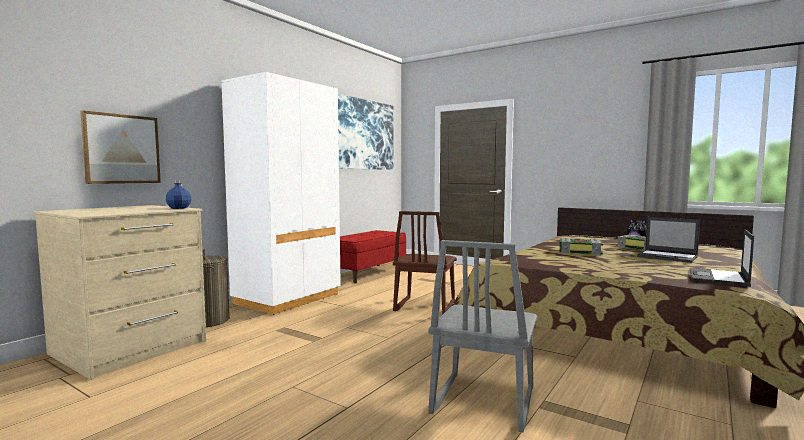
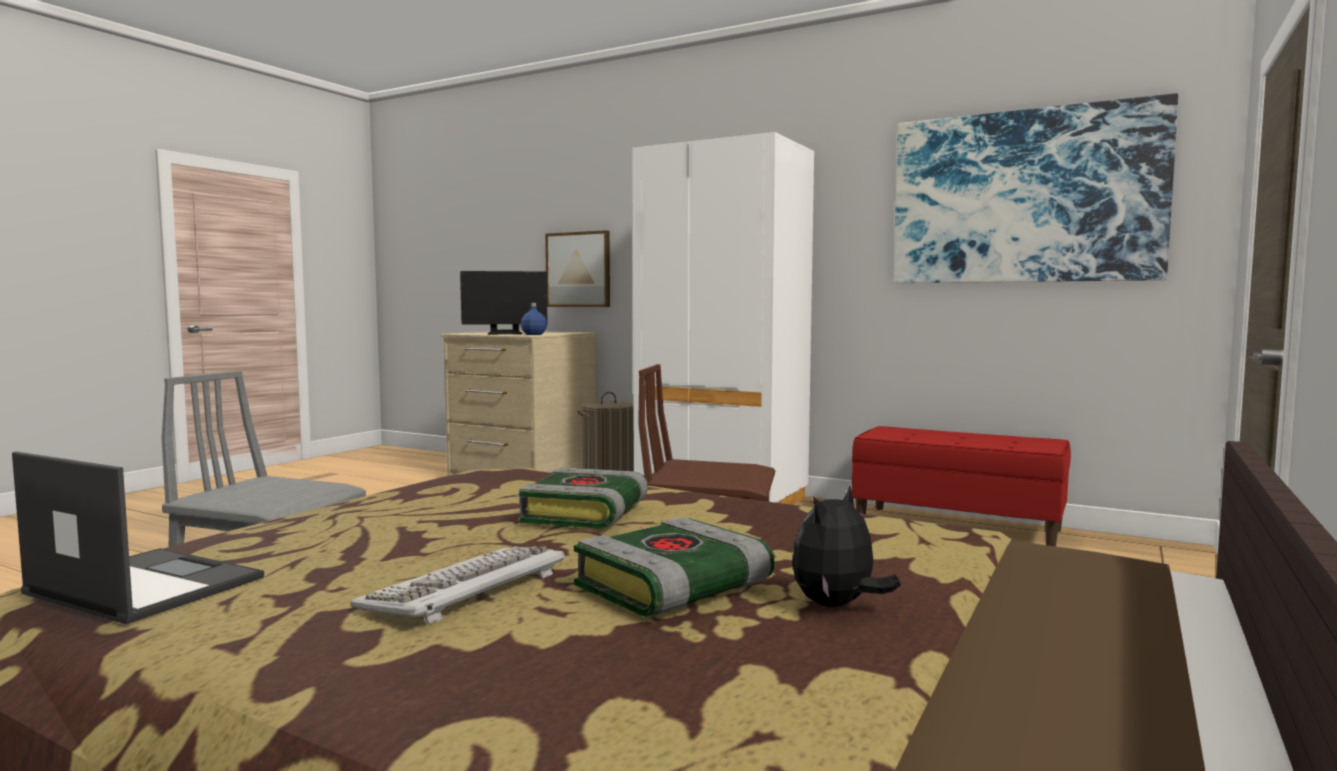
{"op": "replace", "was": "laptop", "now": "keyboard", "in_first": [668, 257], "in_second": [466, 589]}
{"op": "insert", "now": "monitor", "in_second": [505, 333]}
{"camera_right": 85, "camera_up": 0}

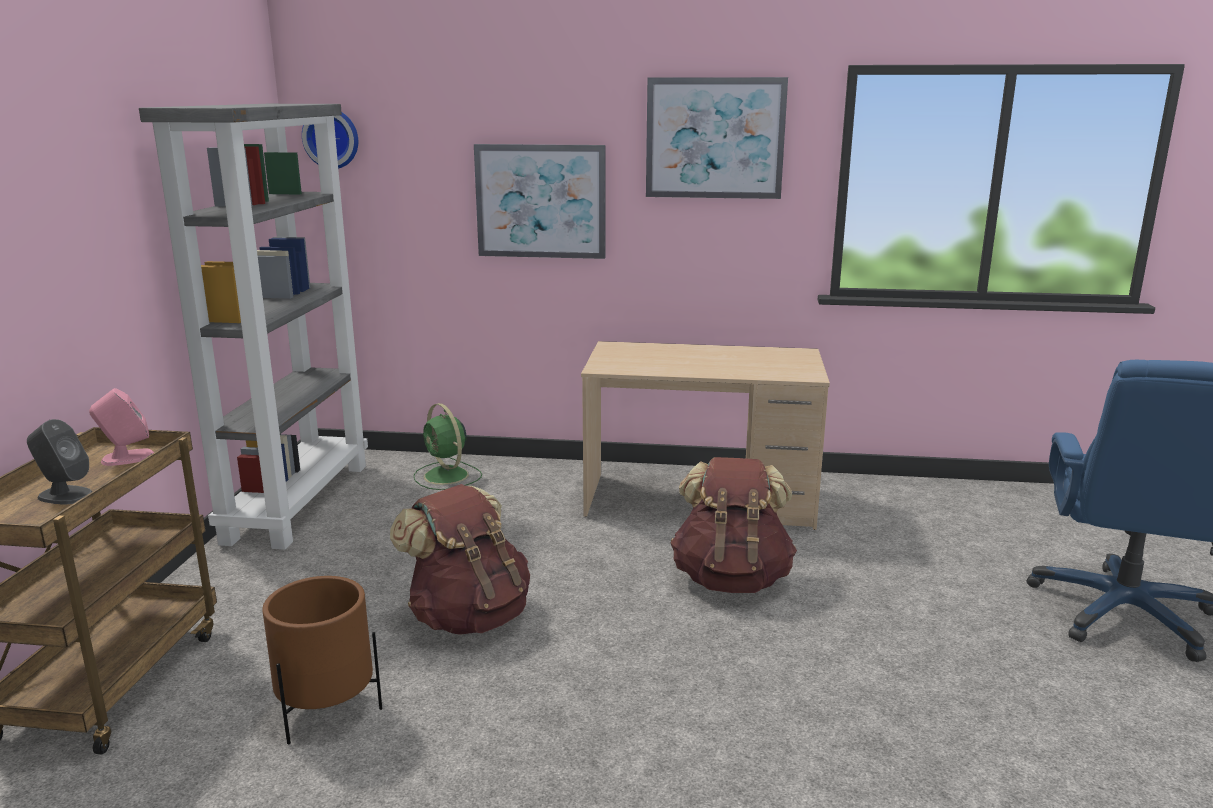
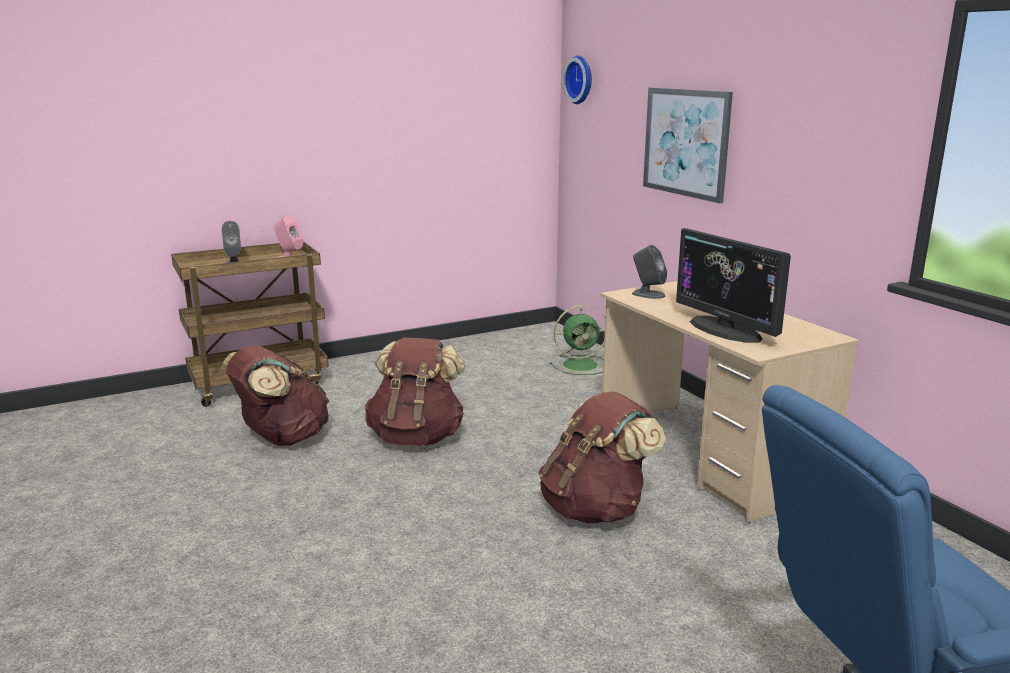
{"op": "delete", "was": "picture", "in_first": [714, 138]}
{"op": "delete", "was": "grey bookcase", "in_first": [298, 501]}
{"op": "rotate", "was": "green fan", "in_first": [447, 476], "in_second": [581, 365], "clockwise": -120}
{"op": "replace", "was": "brown planter", "now": "brown backpack", "in_first": [327, 711], "in_second": [281, 438]}
{"op": "insert", "now": "monitor", "in_second": [725, 329]}
{"op": "insert", "now": "grey speaker", "in_second": [648, 294]}
{"camera_right": 55, "camera_up": 0}

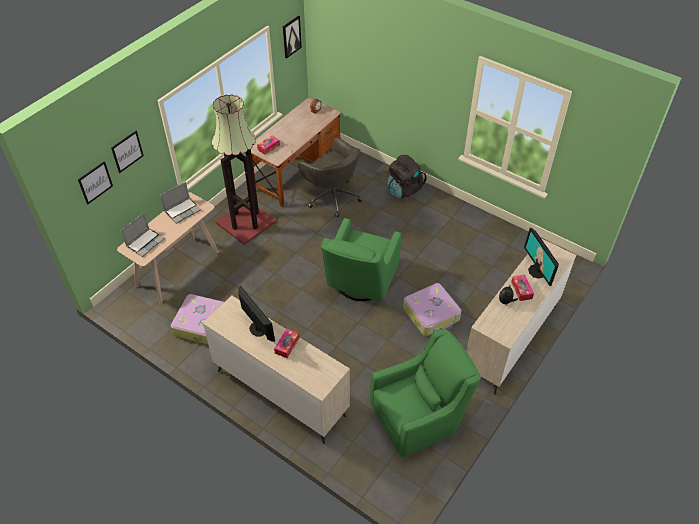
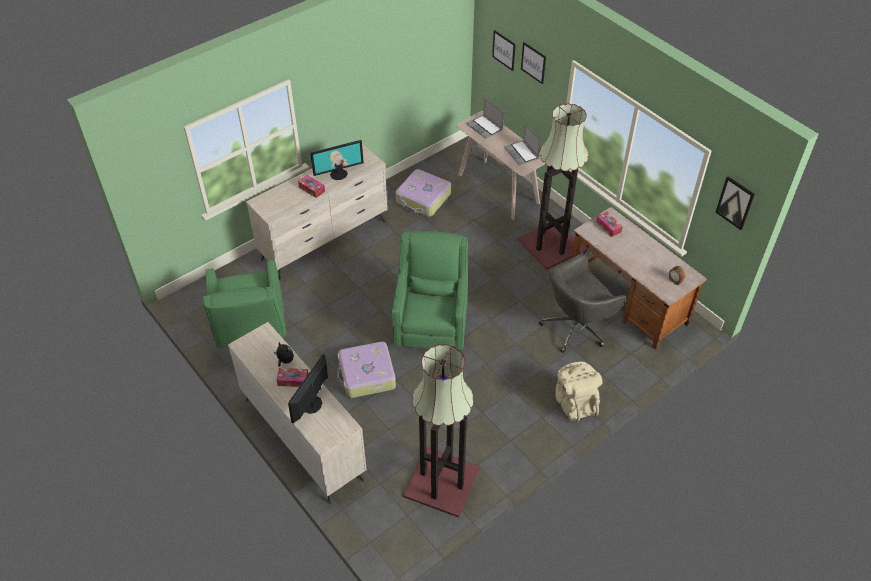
{"op": "recolor", "was": "black backpack", "now": "beige backpack", "in_first": [404, 189], "in_second": [574, 402]}
{"op": "rotate", "was": "green armchair", "in_first": [360, 283], "in_second": [431, 323], "clockwise": 60}
{"op": "rotate", "was": "monitor", "in_first": [537, 271], "in_second": [312, 405], "clockwise": -60}
{"op": "insert", "now": "floor lamp", "in_second": [440, 482]}
{"camera_right": 105, "camera_up": 0}

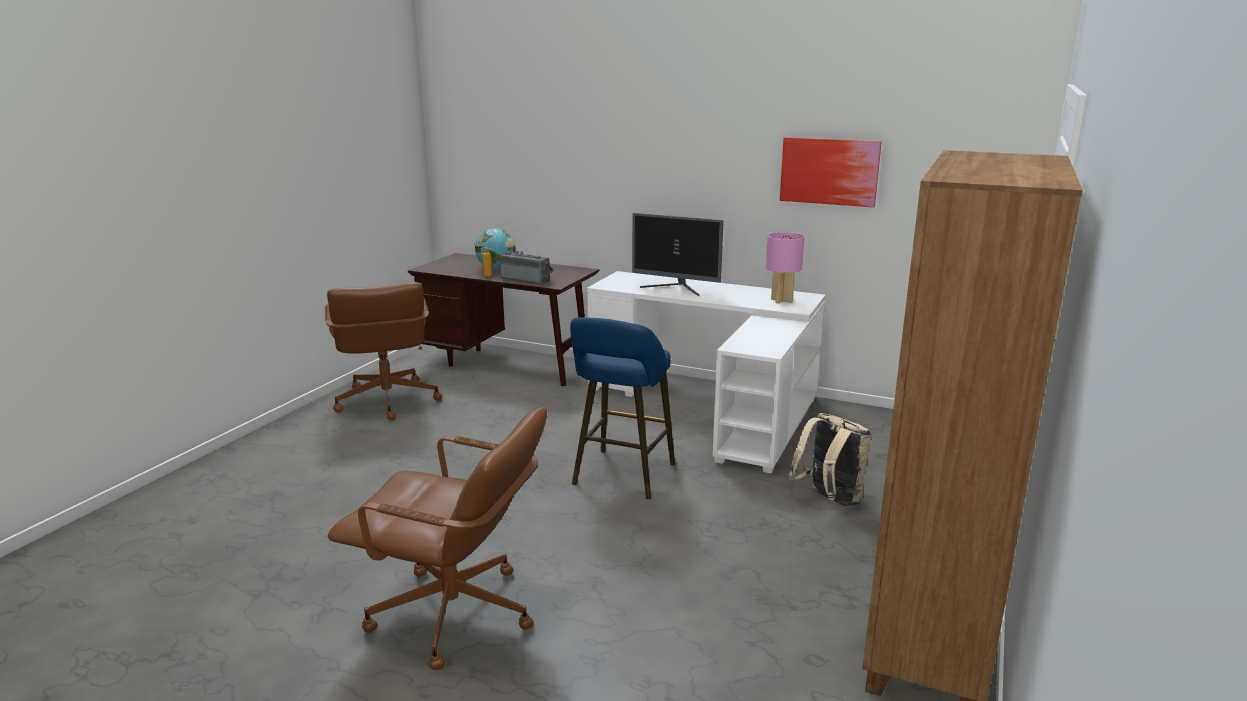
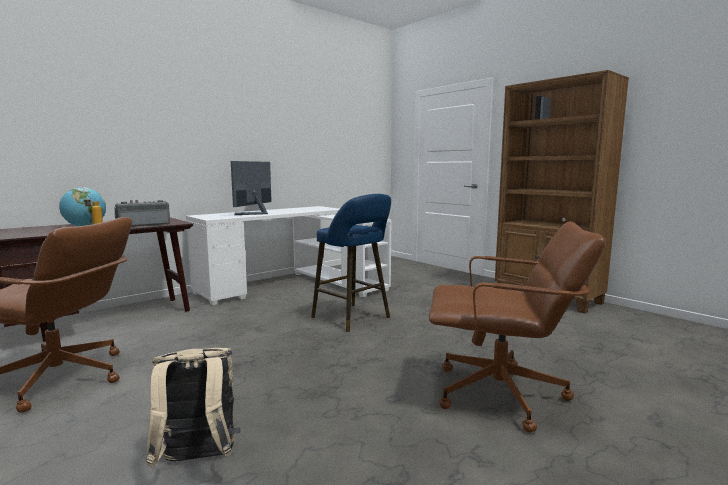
{"op": "delete", "was": "picture", "in_first": [829, 171]}
{"op": "rotate", "was": "monitor", "in_first": [676, 289], "in_second": [256, 213], "clockwise": 150}
{"op": "delete", "was": "pink table lamp", "in_first": [781, 300]}
{"op": "rotate", "was": "brown office chair", "in_first": [454, 615], "in_second": [501, 395], "clockwise": 60}
{"op": "move", "was": "beige backpack", "in_first": [829, 500], "in_second": [197, 461]}
{"camera_right": -65, "camera_up": -10}

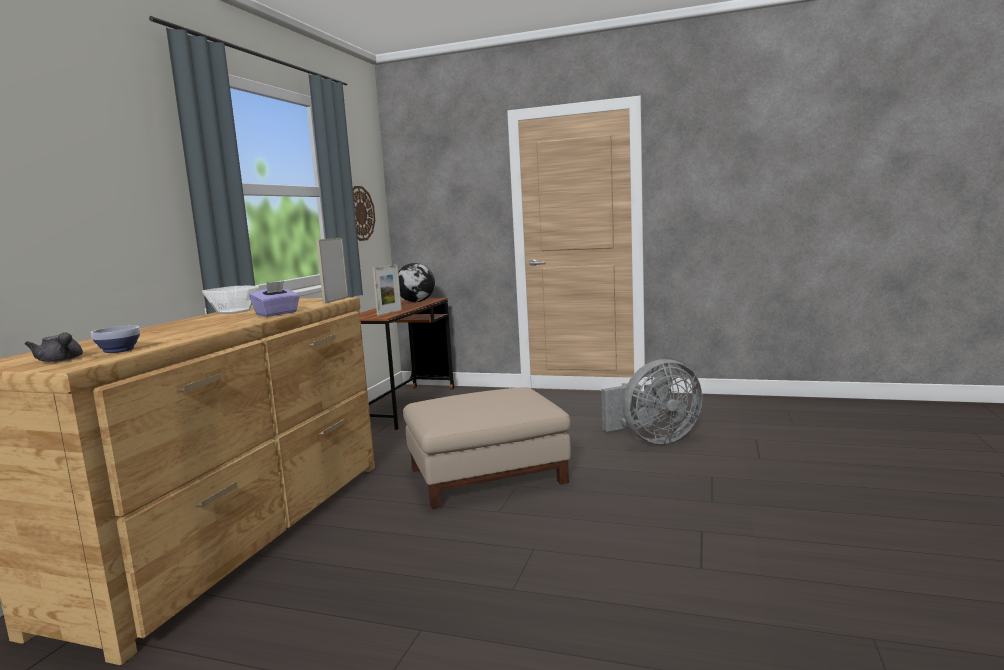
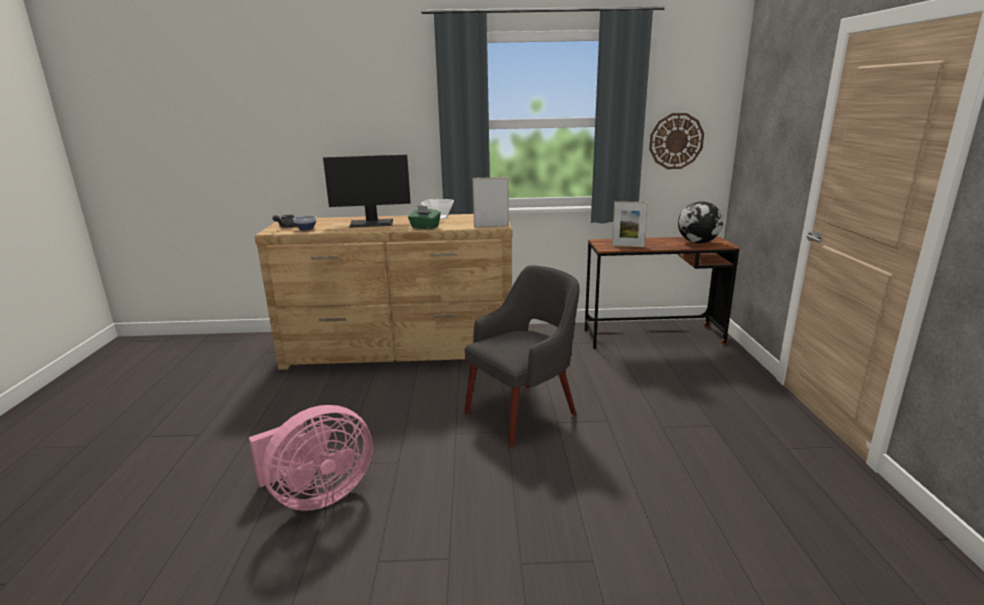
{"op": "recolor", "was": "purple tissue box", "now": "green tissue box", "in_first": [277, 313], "in_second": [424, 227]}
{"op": "delete", "was": "grey fan", "in_first": [654, 439]}
{"op": "replace", "was": "beige ottoman", "now": "grey armchair", "in_first": [487, 475], "in_second": [522, 412]}
{"op": "insert", "now": "monitor", "in_second": [371, 223]}
{"op": "insert", "now": "pink fan", "in_second": [317, 495]}
{"camera_right": 70, "camera_up": 10}

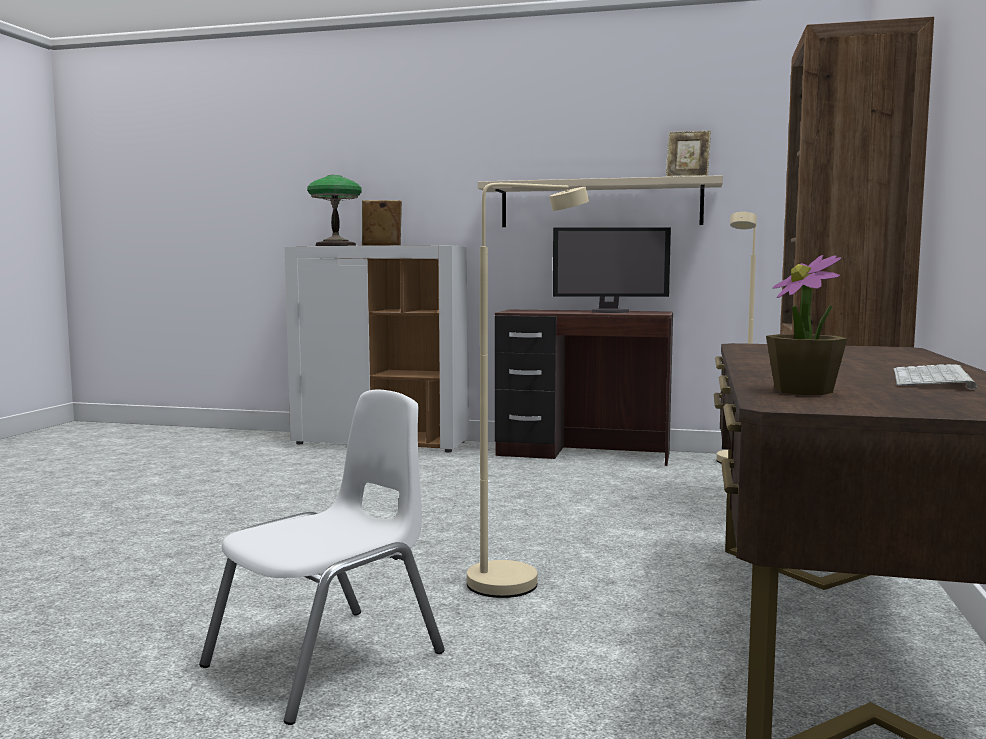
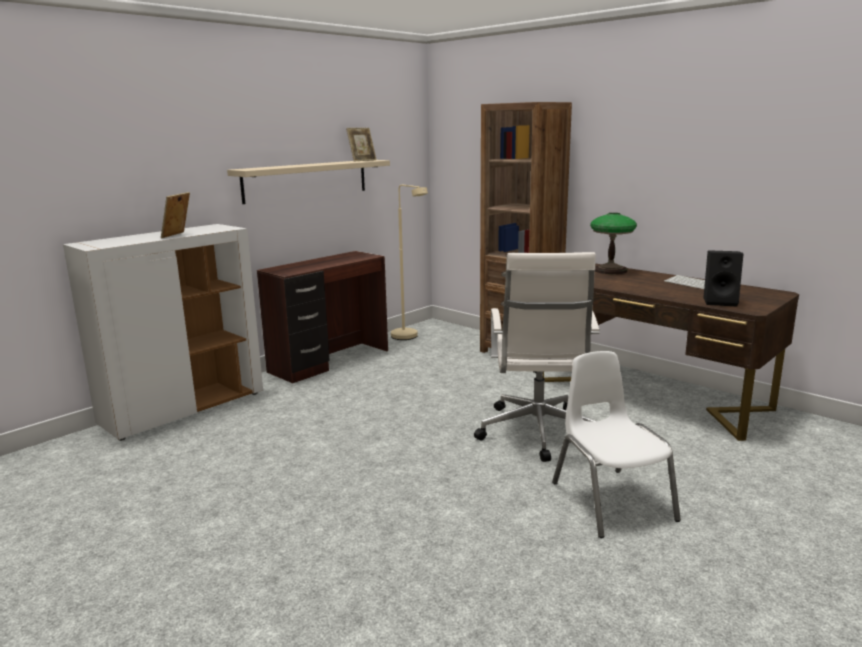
{"op": "move", "was": "table lamp", "in_first": [335, 246], "in_second": [610, 270]}
{"op": "replace", "was": "beige floor lamp", "now": "white office chair", "in_first": [518, 579], "in_second": [537, 433]}
{"op": "delete", "was": "monitor", "in_first": [610, 312]}
{"op": "replace", "was": "potted plant", "now": "black speaker", "in_first": [804, 391], "in_second": [720, 302]}
{"camera_right": -60, "camera_up": 10}

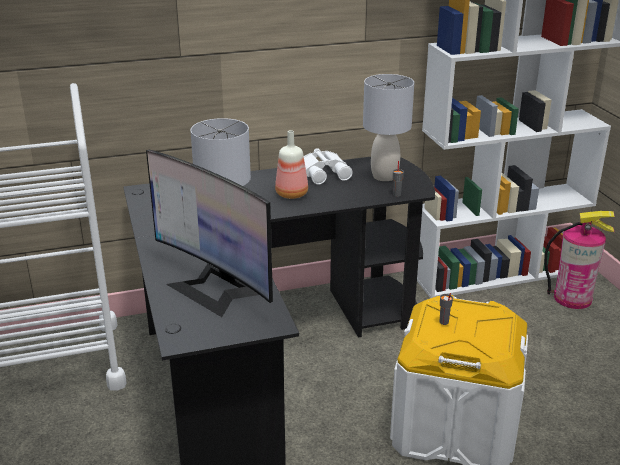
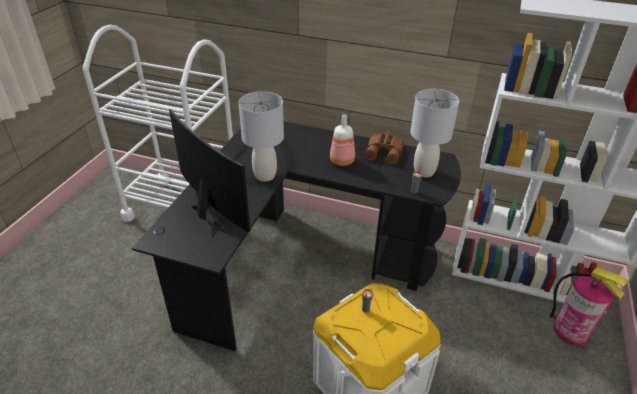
{"op": "recolor", "was": "white binoculars", "now": "brown binoculars", "in_first": [324, 172], "in_second": [385, 151]}
{"op": "rotate", "was": "monitor", "in_first": [214, 289], "in_second": [212, 213], "clockwise": 150}
{"camera_right": 35, "camera_up": 10}

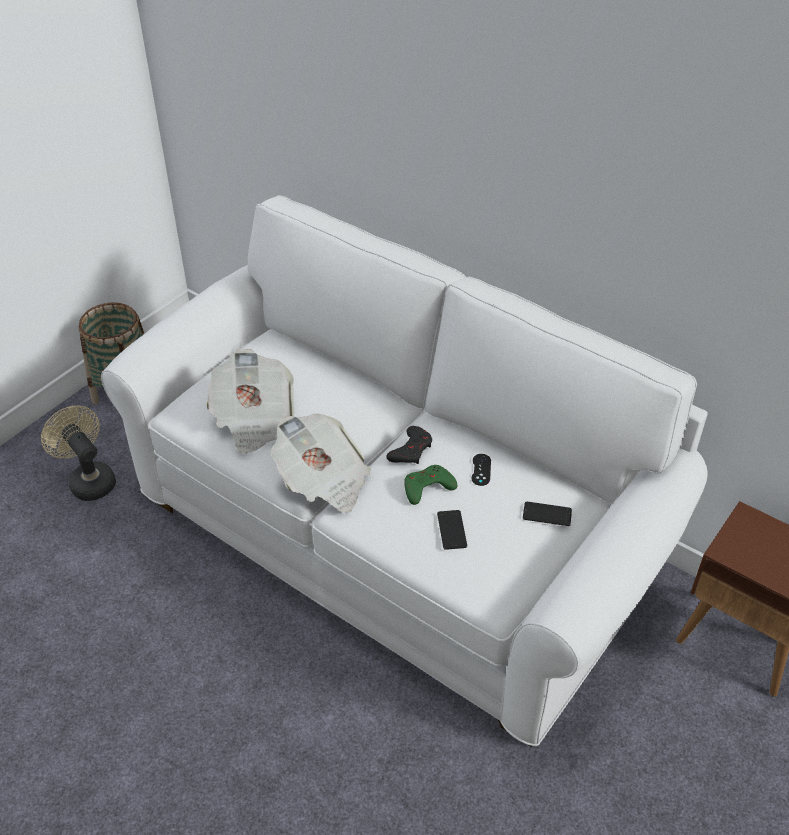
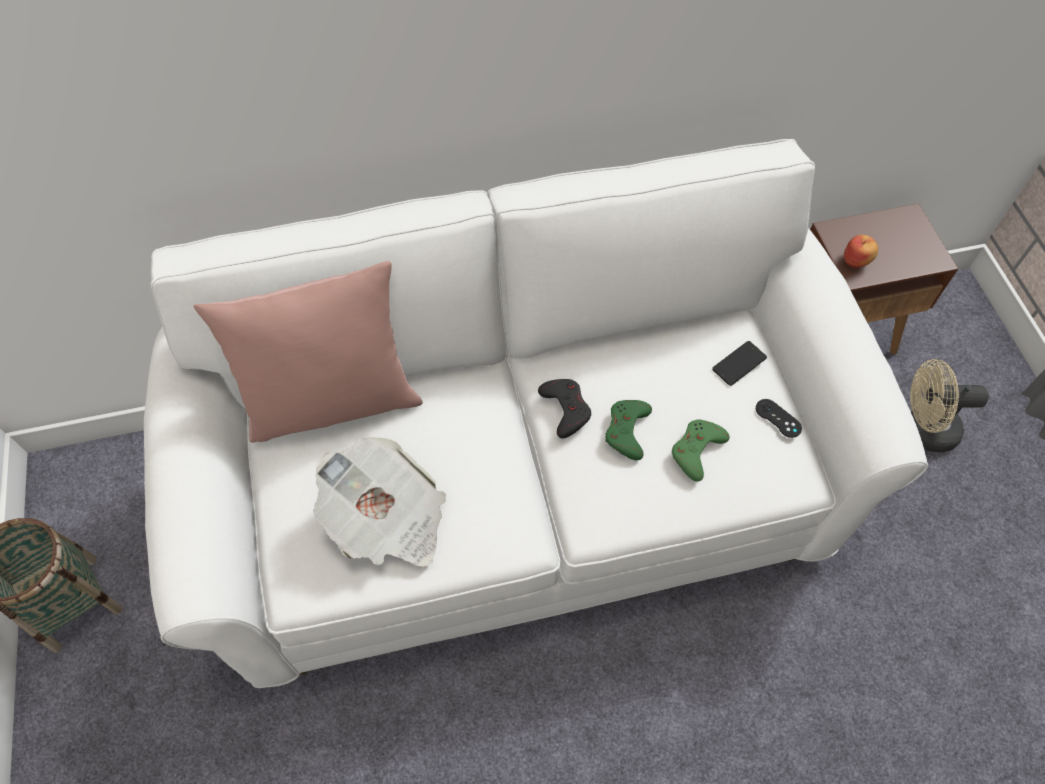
{"op": "move", "was": "beige fan", "in_first": [89, 480], "in_second": [922, 430]}
{"op": "delete", "was": "newspaper", "in_first": [323, 480]}
{"op": "move", "was": "black game controller", "in_first": [481, 470], "in_second": [778, 418]}
{"op": "replace", "was": "phone", "now": "green game controller", "in_first": [452, 530], "in_second": [696, 451]}
{"op": "insert", "now": "apple", "in_second": [856, 260]}
{"op": "insert", "now": "pink pillow", "in_second": [333, 402]}
{"camera_right": -50, "camera_up": 15}

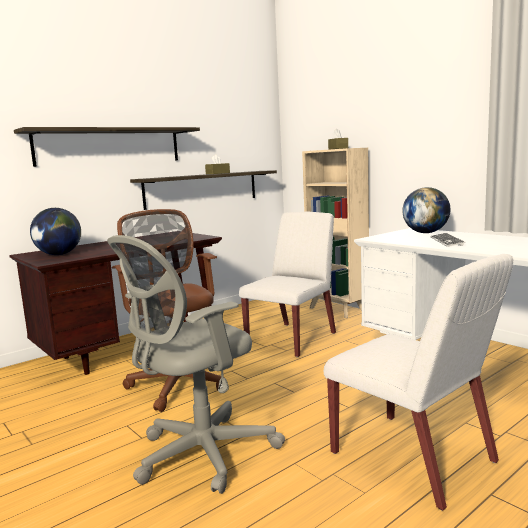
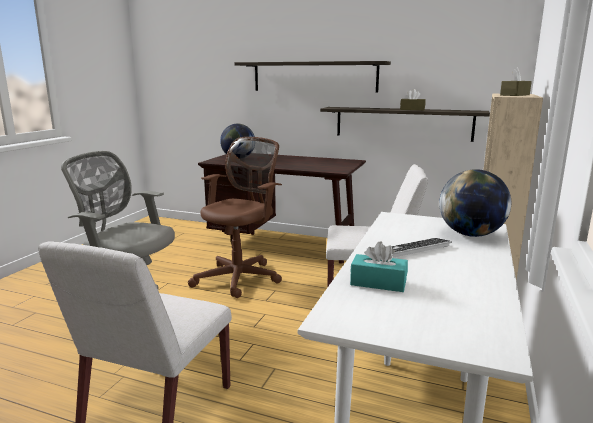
{"op": "insert", "now": "turquoise tissue box", "in_second": [378, 283]}
{"camera_right": 60, "camera_up": 5}

